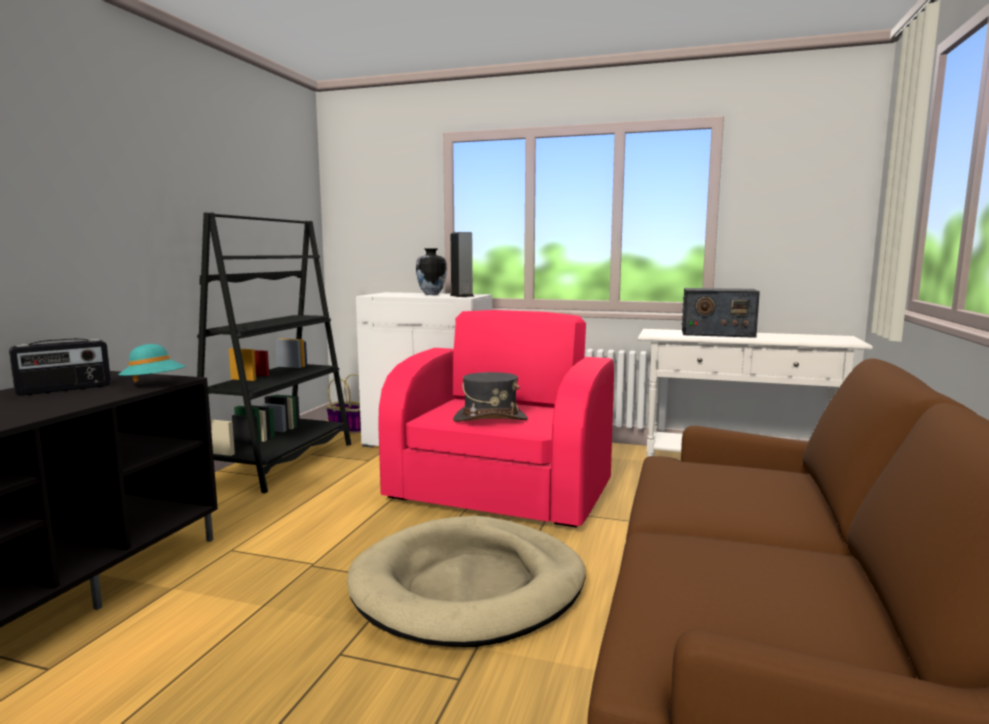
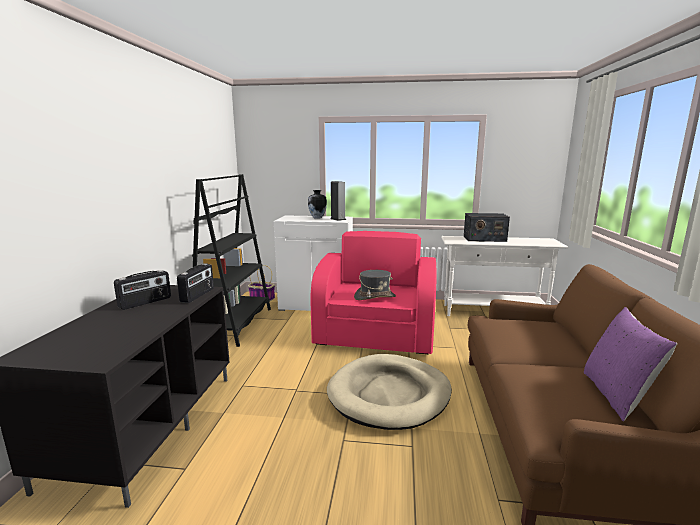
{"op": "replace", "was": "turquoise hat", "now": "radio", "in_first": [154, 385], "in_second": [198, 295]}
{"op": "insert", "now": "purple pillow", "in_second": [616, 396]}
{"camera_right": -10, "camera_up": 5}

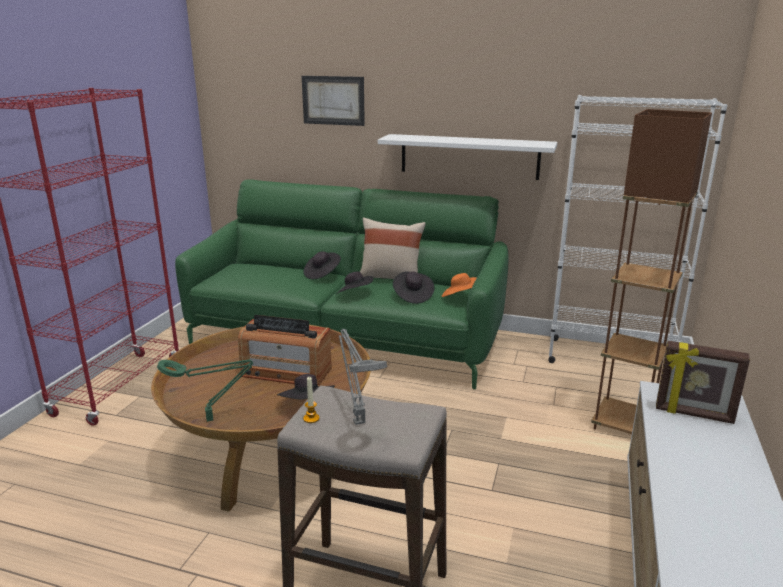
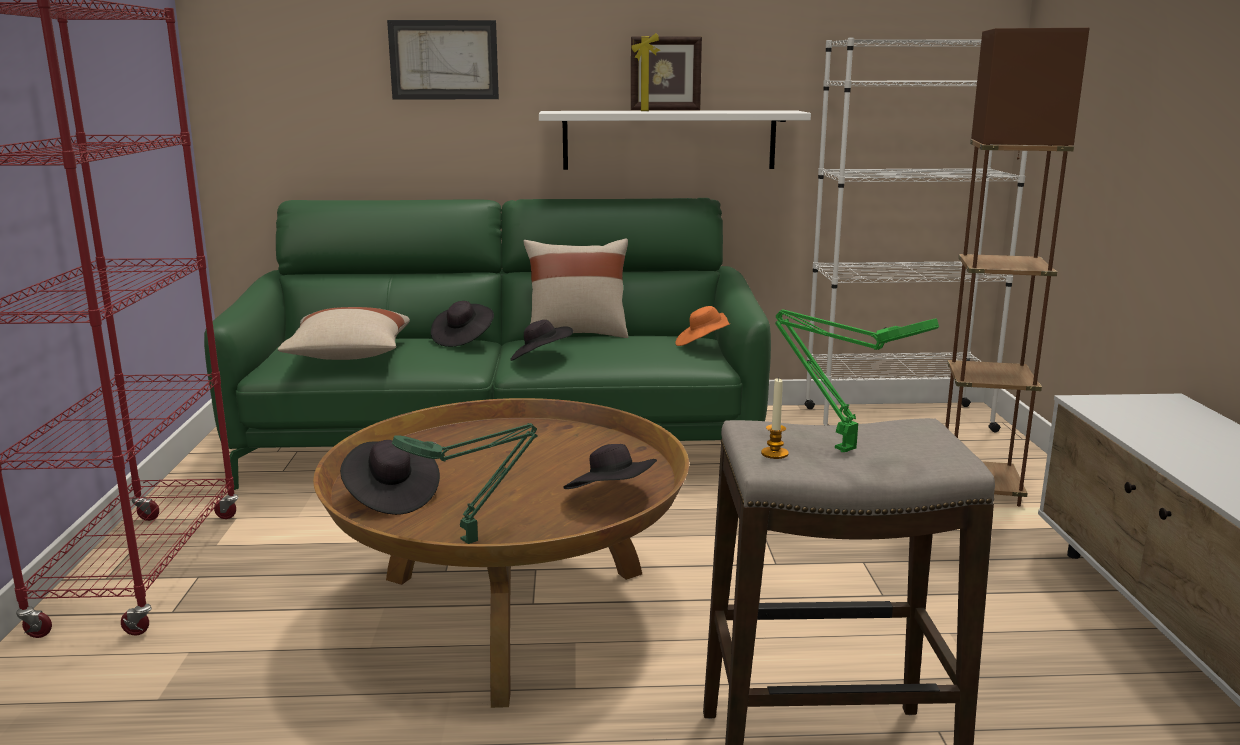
{"op": "move", "was": "black hat", "in_first": [412, 296], "in_second": [390, 497]}
{"op": "delete", "was": "radio", "in_first": [286, 372]}
{"op": "recolor", "was": "grey table lamp", "now": "green table lamp", "in_first": [358, 420], "in_second": [840, 448]}
{"op": "move", "was": "picture frame", "in_first": [693, 414], "in_second": [665, 111]}
{"op": "insert", "now": "beige pillow", "in_second": [348, 356]}
{"camera_right": -20, "camera_up": -5}

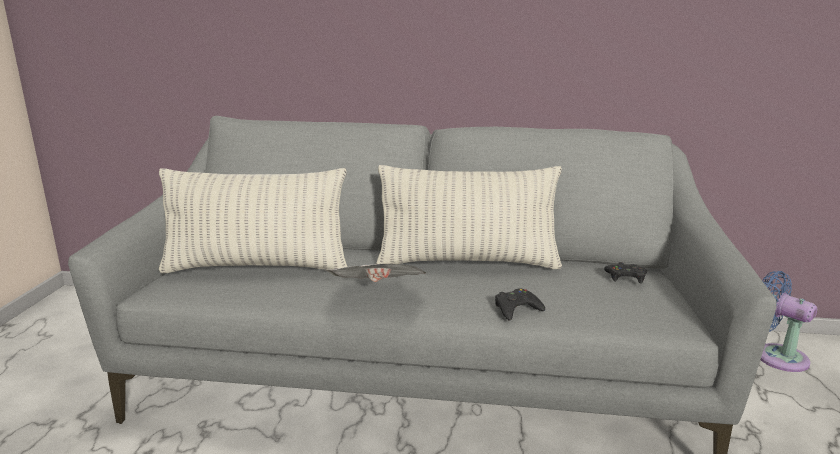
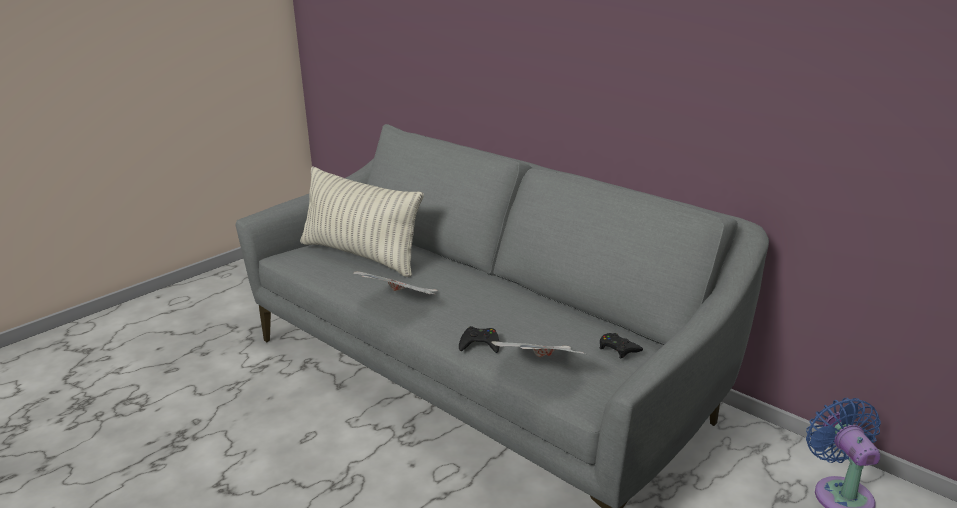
{"op": "delete", "was": "pillow", "in_first": [467, 262]}
{"op": "insert", "now": "newspaper", "in_second": [541, 369]}
{"camera_right": 35, "camera_up": 5}

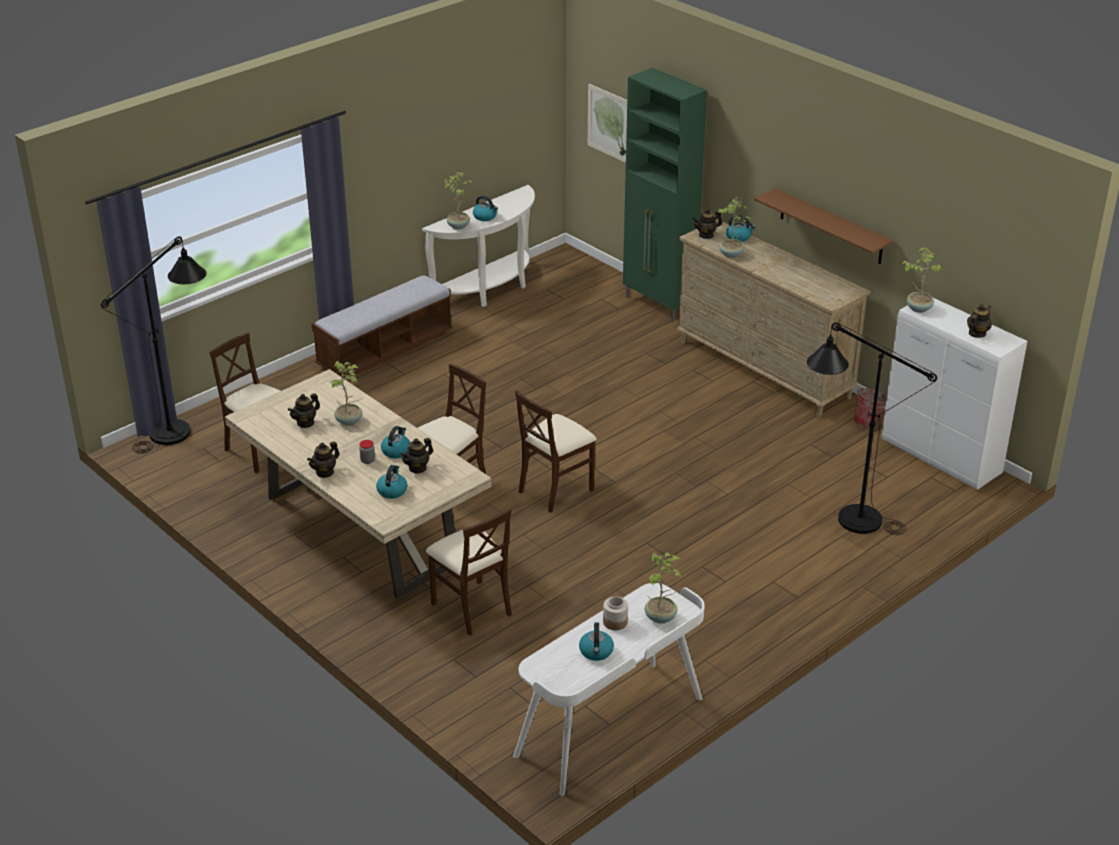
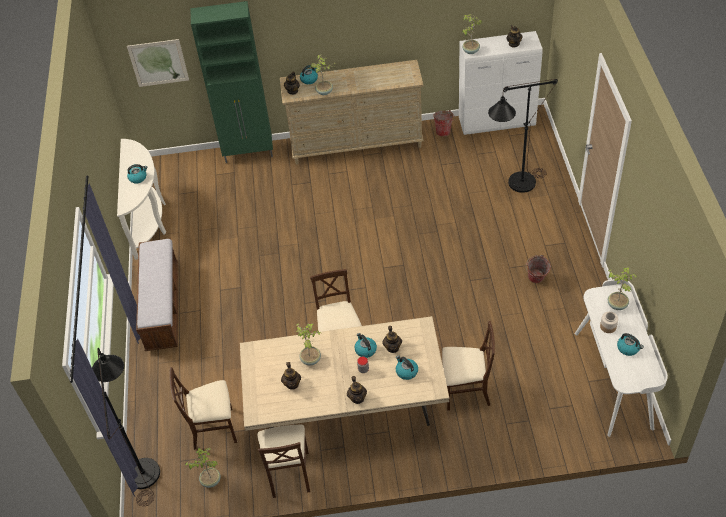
{"op": "move", "was": "potted plant", "in_first": [458, 226], "in_second": [210, 480]}
{"op": "delete", "was": "brown shelf", "in_first": [831, 227]}
{"op": "move", "was": "beige chair", "in_first": [555, 489], "in_second": [289, 473]}
{"op": "insert", "now": "bucket", "in_second": [536, 280]}
{"camera_right": -50, "camera_up": 15}

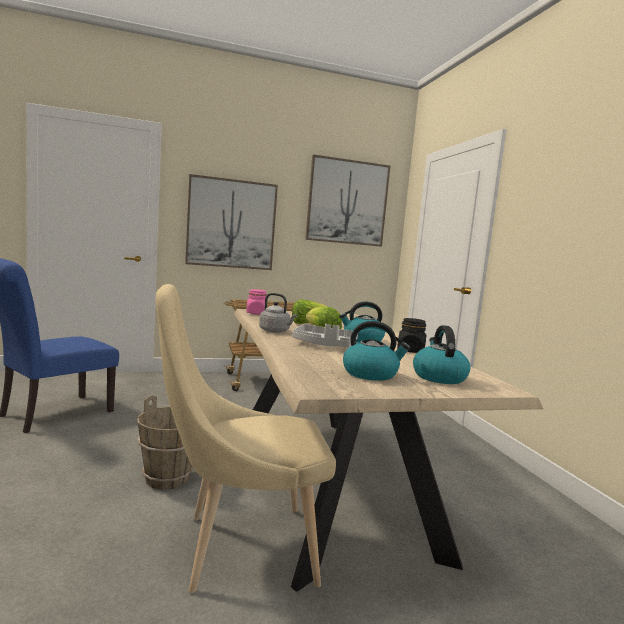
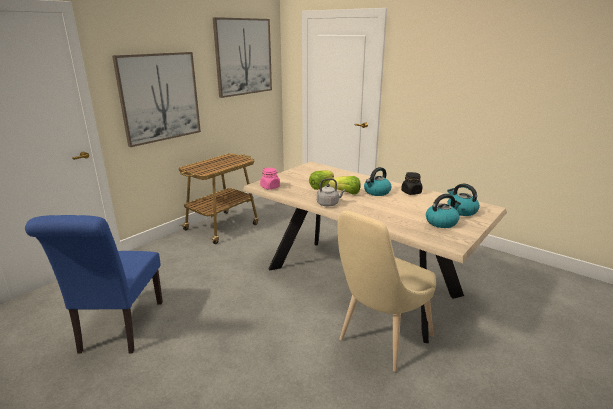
{"op": "delete", "was": "grey tray", "in_first": [324, 345]}
{"op": "delete", "was": "brown bucket", "in_first": [168, 478]}
{"camera_right": -35, "camera_up": 15}

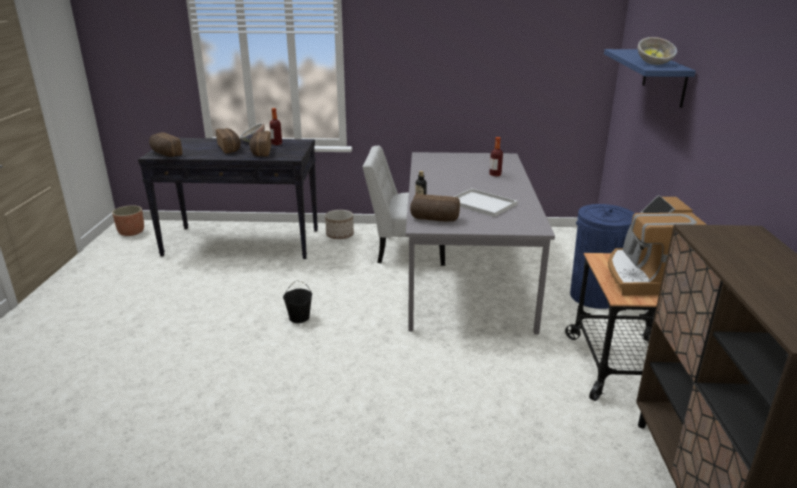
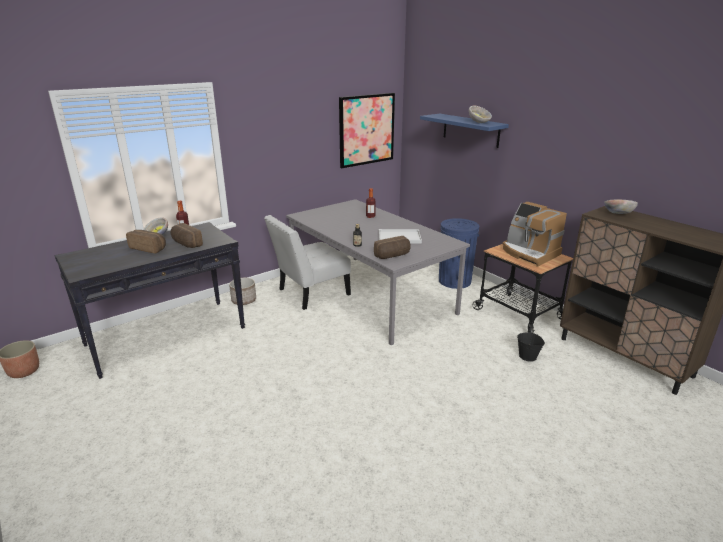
{"op": "delete", "was": "bread", "in_first": [165, 154]}
{"op": "move", "was": "black bucket", "in_first": [299, 318], "in_second": [528, 356]}
{"op": "insert", "now": "picture", "in_second": [366, 129]}
{"op": "insert", "now": "bowl", "in_second": [617, 214]}
{"camera_right": -40, "camera_up": 0}

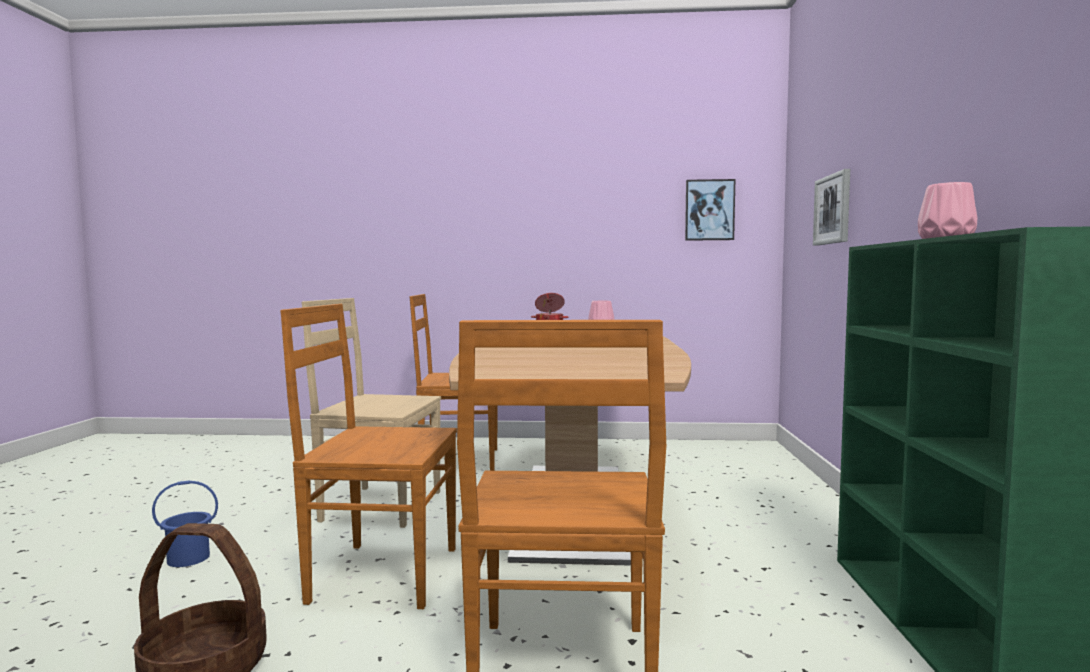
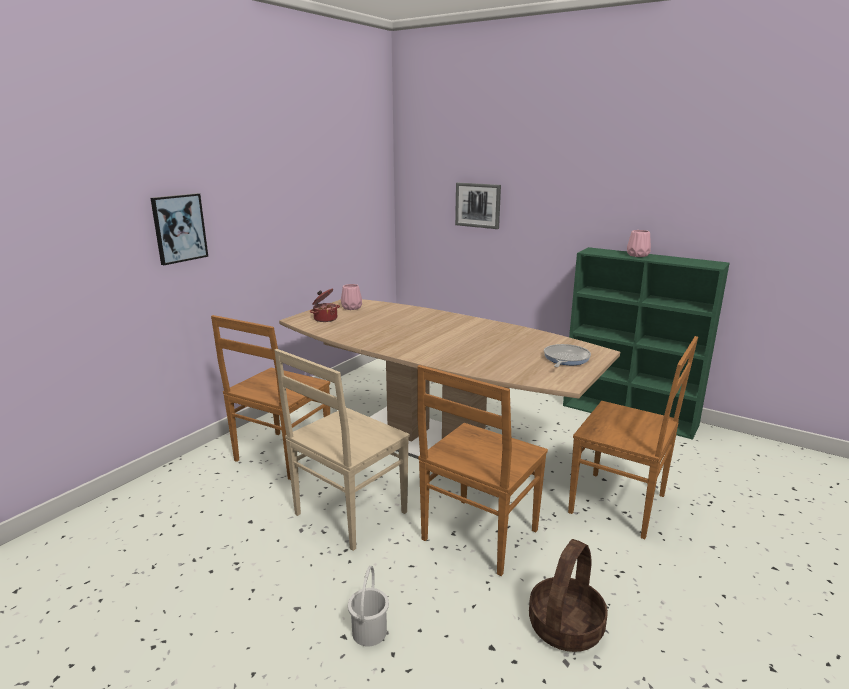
{"op": "move", "was": "picture", "in_first": [709, 210], "in_second": [179, 228]}
{"op": "recolor", "was": "blue bucket", "now": "white bucket", "in_first": [188, 558], "in_second": [368, 632]}
{"op": "insert", "now": "frying pan", "in_second": [565, 359]}
{"camera_right": -60, "camera_up": 15}

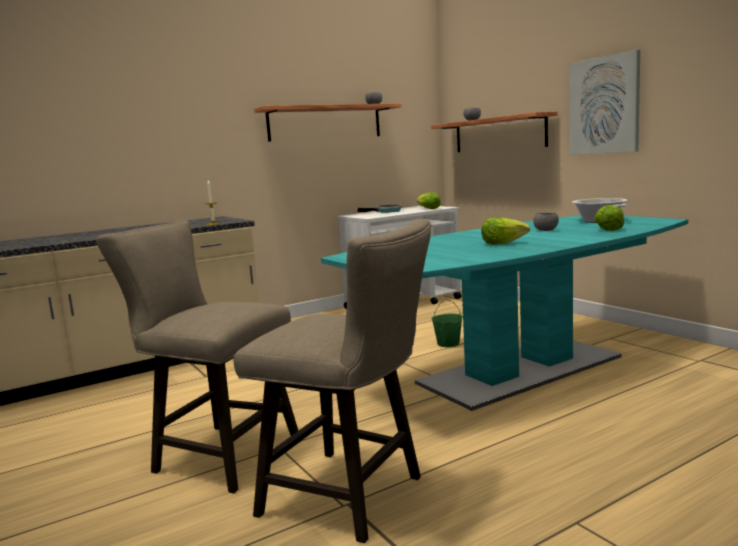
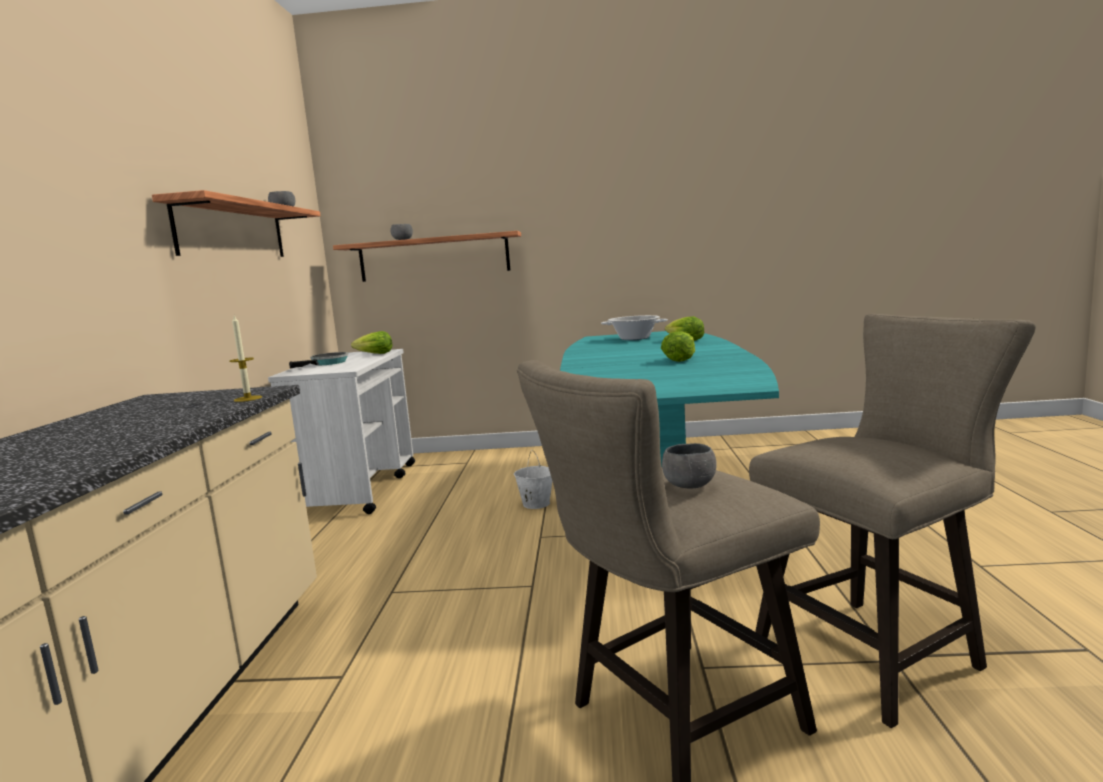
{"op": "delete", "was": "picture", "in_first": [604, 105]}
{"op": "move", "was": "grey bowl", "in_first": [546, 230], "in_second": [689, 485]}
{"op": "recolor", "was": "green bucket", "now": "white bucket", "in_first": [448, 344], "in_second": [535, 504]}
{"camera_right": -55, "camera_up": 0}

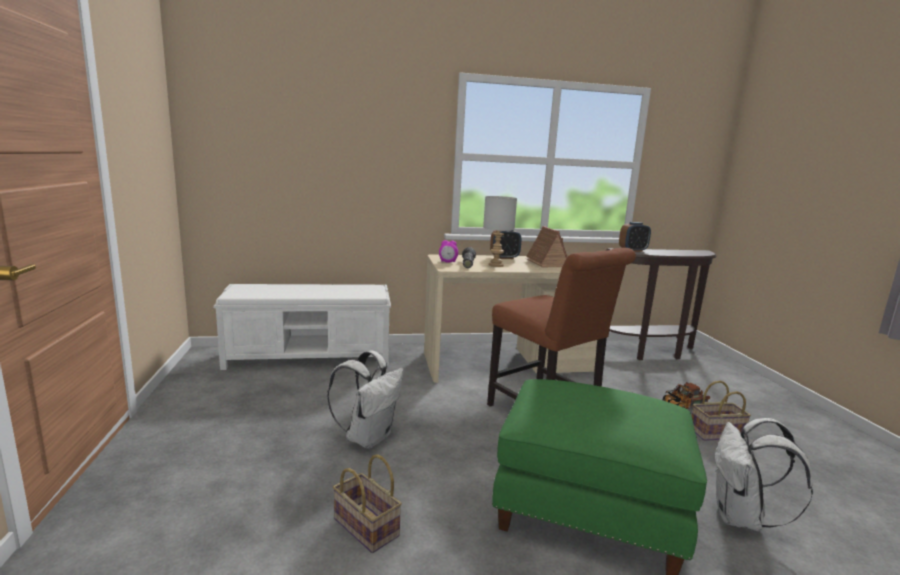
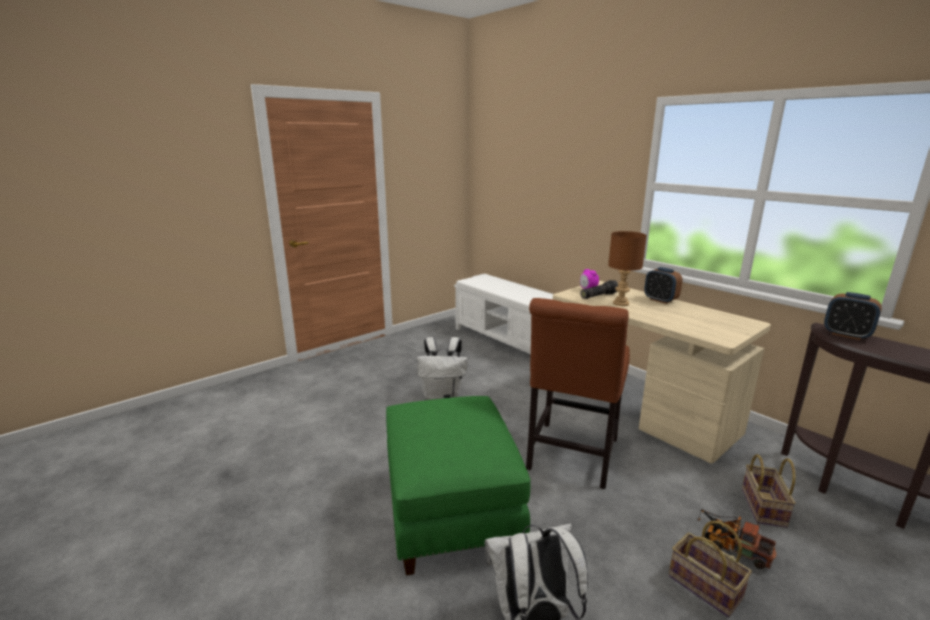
{"op": "recolor", "was": "grey table lamp", "now": "brown table lamp", "in_first": [496, 265], "in_second": [621, 303]}
{"op": "delete", "was": "toy house", "in_first": [545, 263]}
{"op": "move", "was": "basket", "in_first": [364, 527], "in_second": [761, 506]}
{"camera_right": 60, "camera_up": 5}

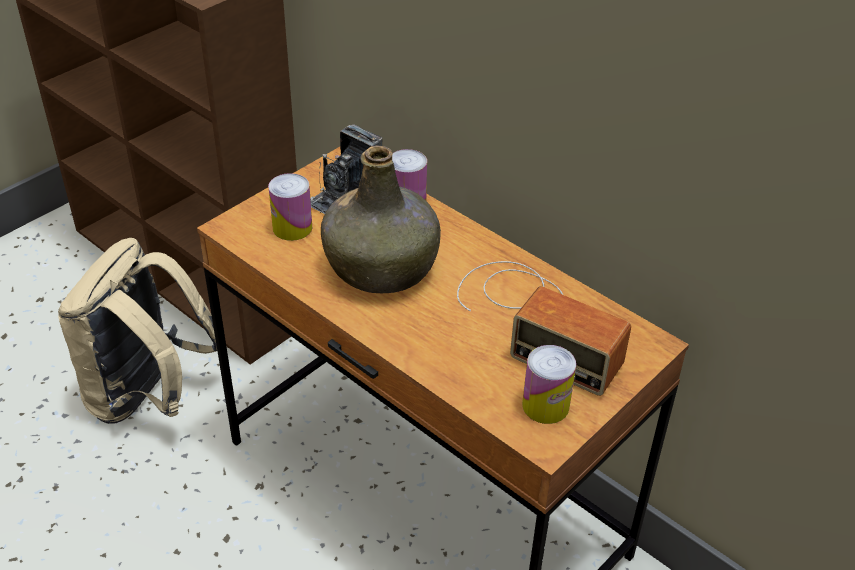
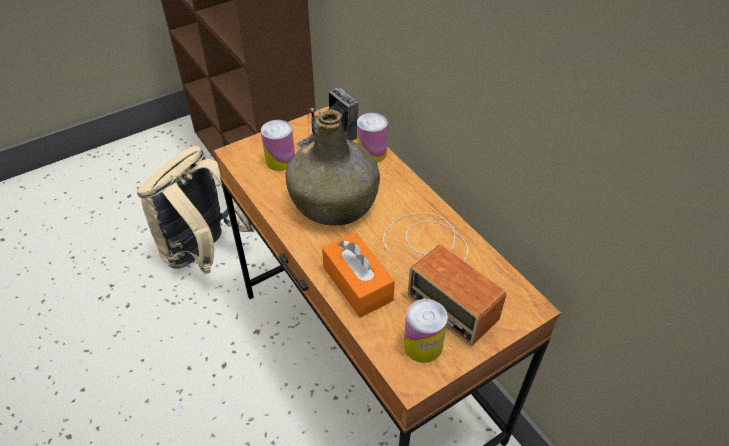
{"op": "insert", "now": "orange tissue box", "in_second": [357, 283]}
{"camera_right": 15, "camera_up": 5}

